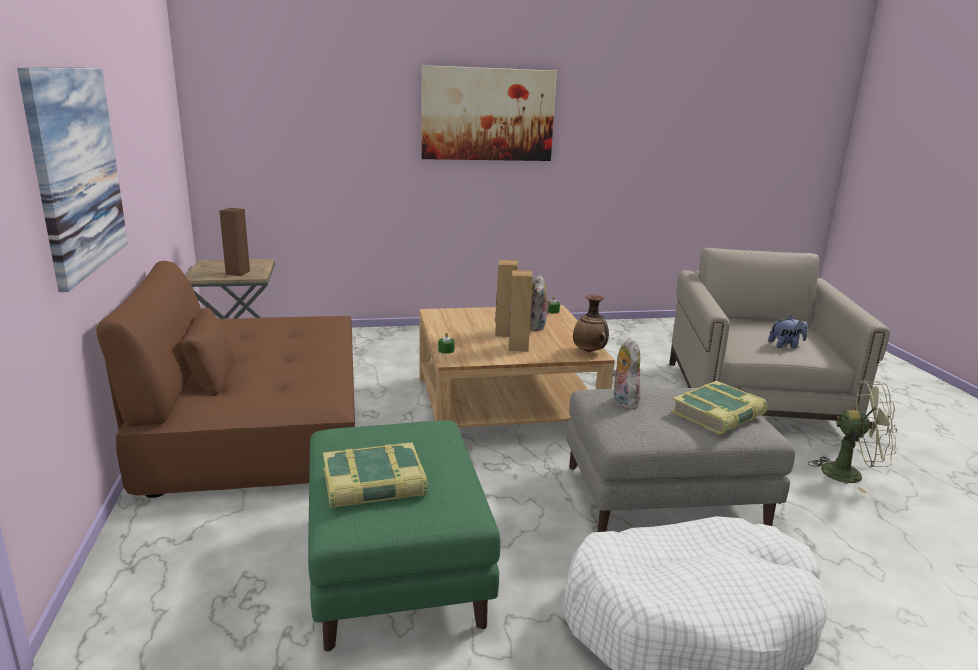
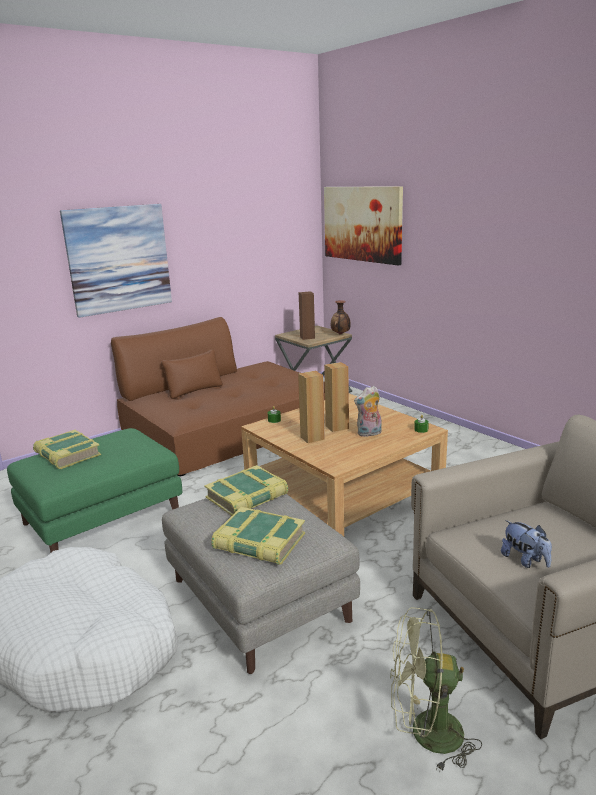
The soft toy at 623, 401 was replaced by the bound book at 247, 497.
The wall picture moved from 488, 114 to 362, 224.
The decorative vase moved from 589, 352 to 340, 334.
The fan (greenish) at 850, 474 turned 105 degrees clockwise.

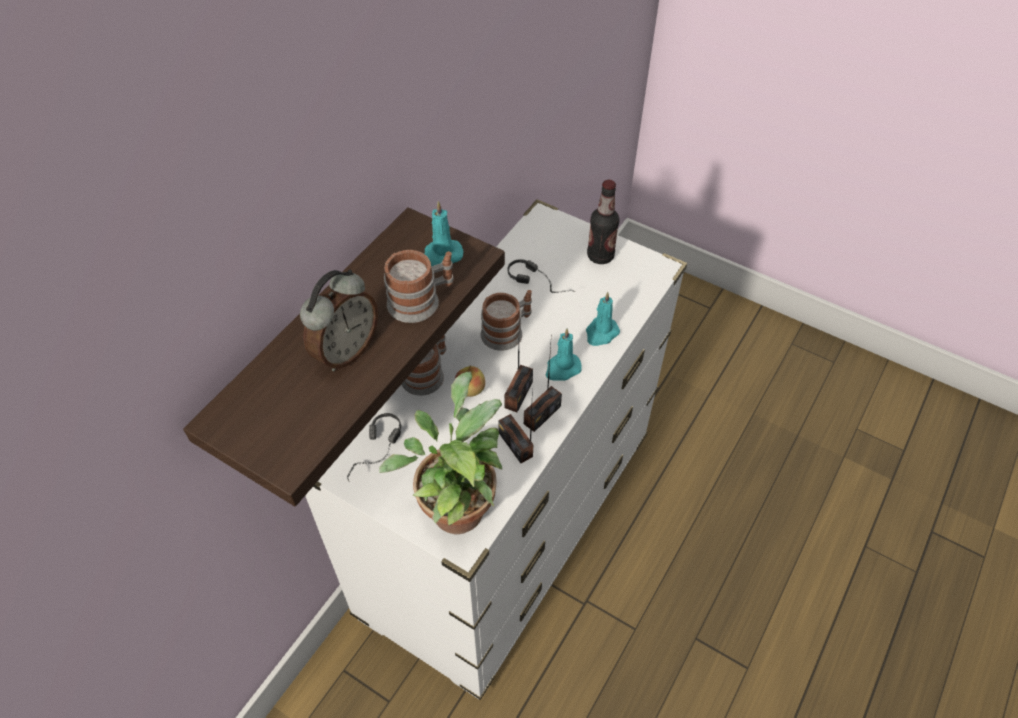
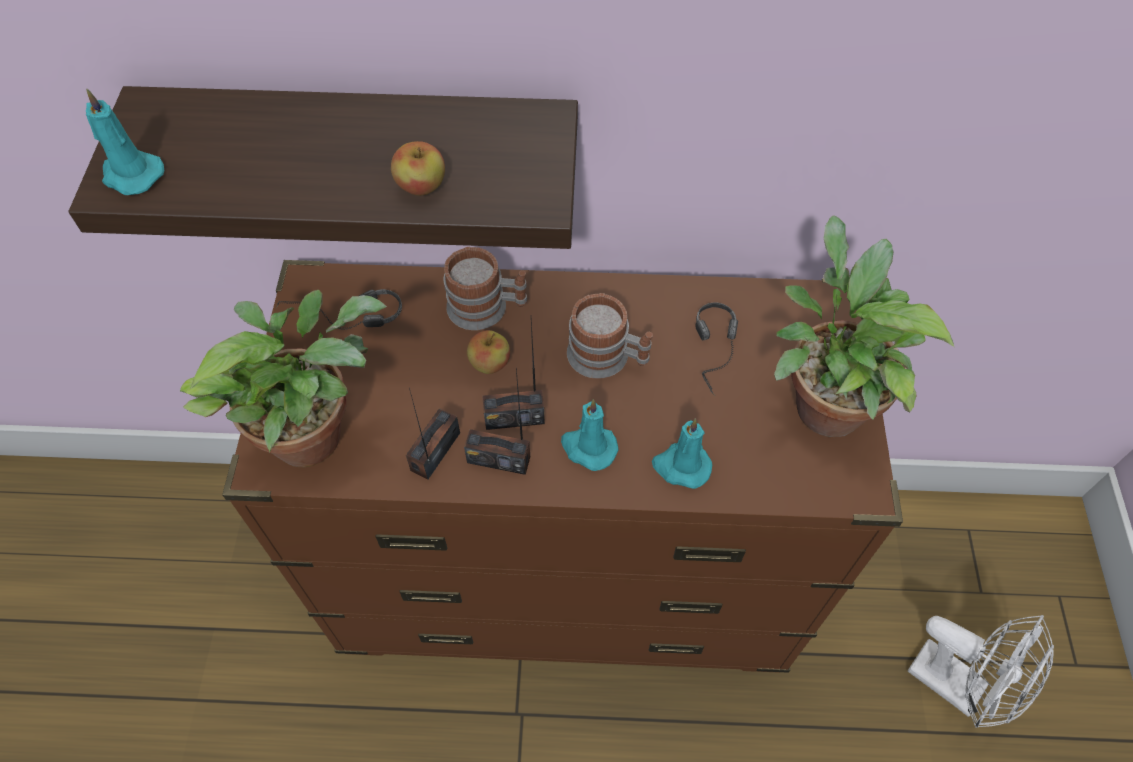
The wax candle (turquoise) moved from 441, 256 to 131, 174.
The dresser (whitish) at 508, 525 became the dresser (brown) at 566, 574.
The mug at 421, 300 was replaced by the apple fruit at 421, 186.
The drink bottle at 600, 256 was replaced by the plant in a pot at 821, 402.
The fan (whitish) at 958, 686 appeared.
The bedside clock at 345, 351 disappeared.

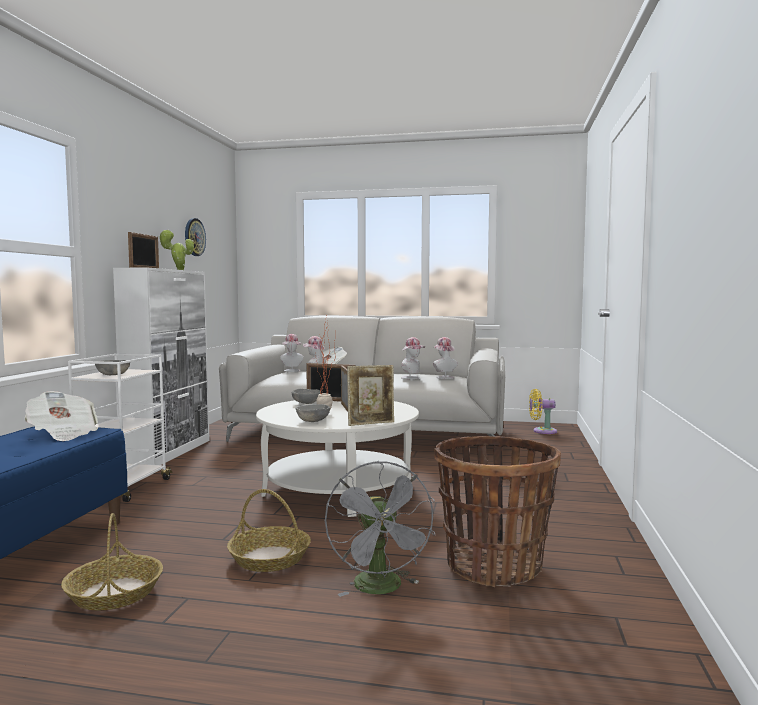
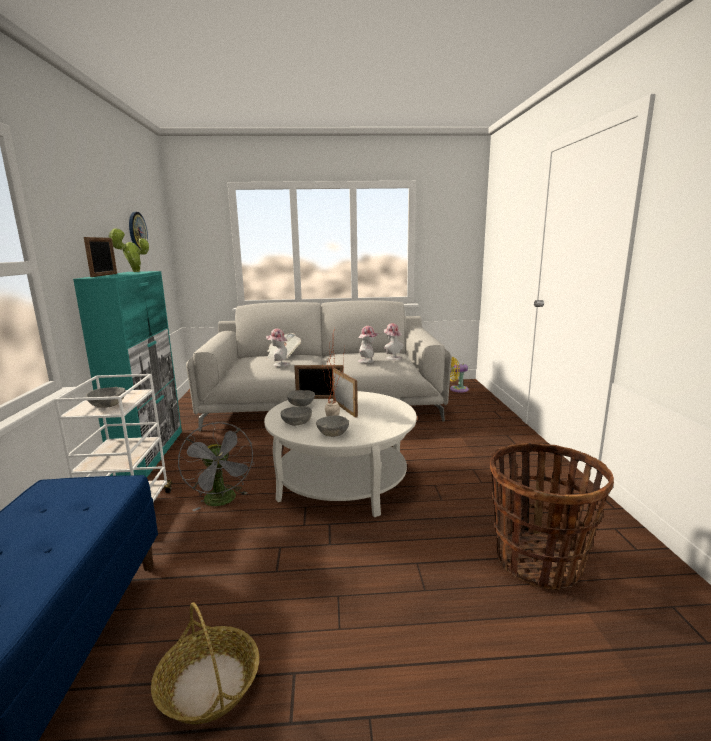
The storage cabinet (whitish) at 169, 452 became the storage cabinet (turquoise) at 150, 452.
The fan (gray) moved from 381, 589 to 222, 501.
The bowl (gray) at 297, 423 appeared.
The printed paper at 63, 434 disappeared.
The basket at 269, 558 disappeared.
The clothing hat at 292, 371 disappeared.
The photo frame at 371, 423 disappeared.

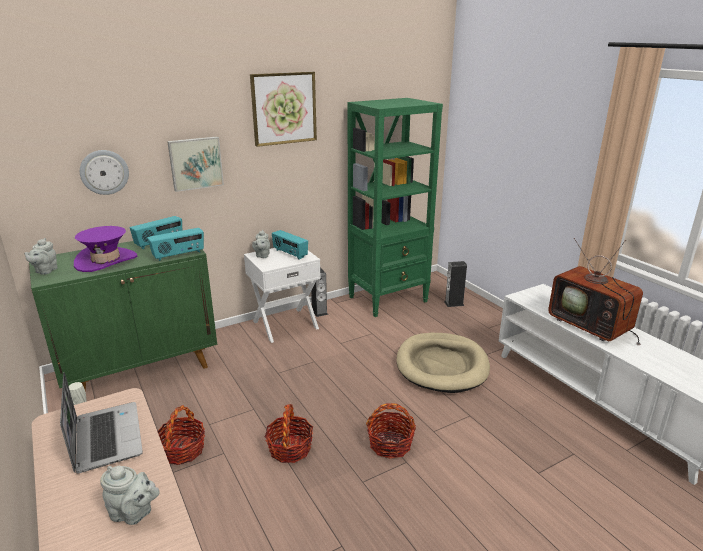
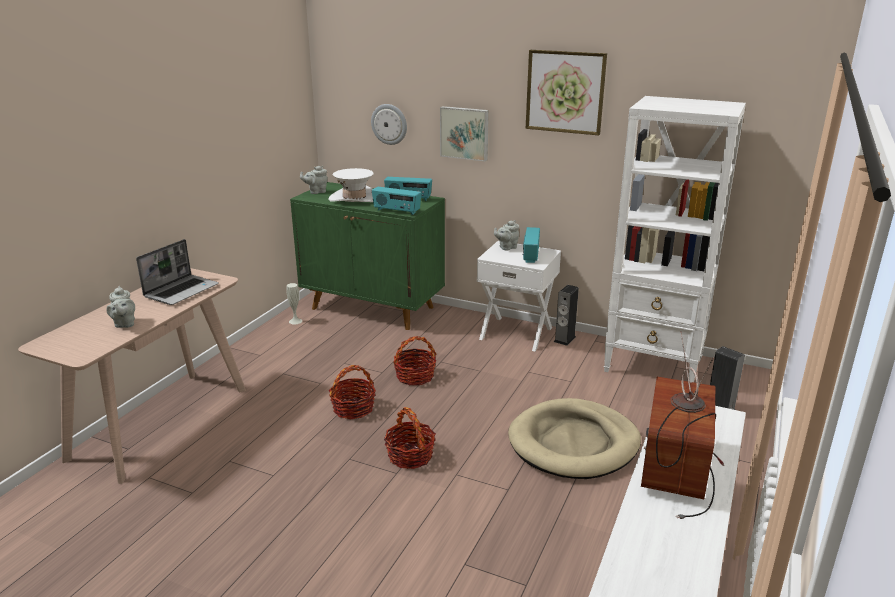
The clothing hat (purple-coloured) at 106, 261 became the clothing hat (whitish) at 354, 198.
The basket moved from 182, 450 to 415, 376.
The shelving unit (greenish) at 388, 299 became the shelving unit (whitish) at 654, 365.

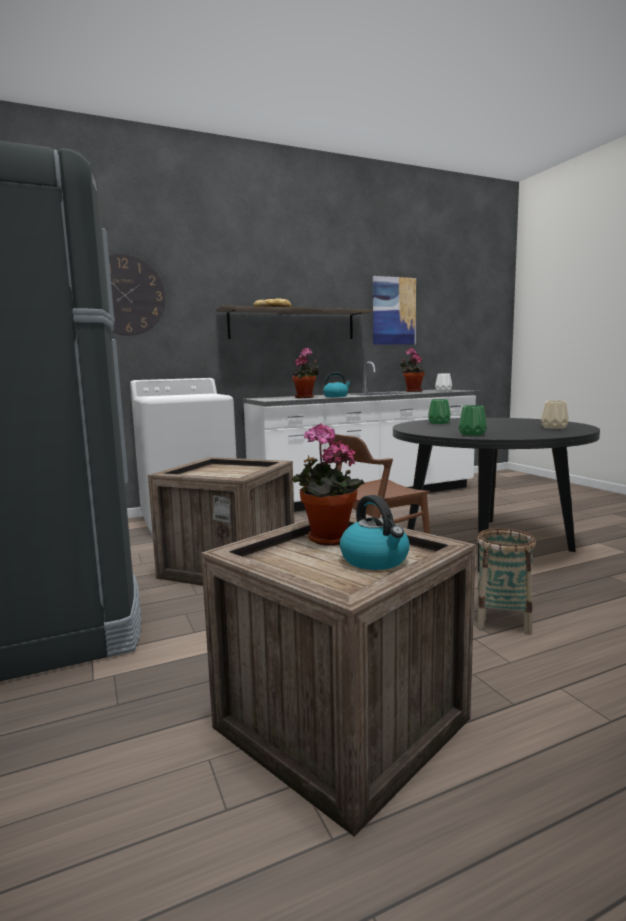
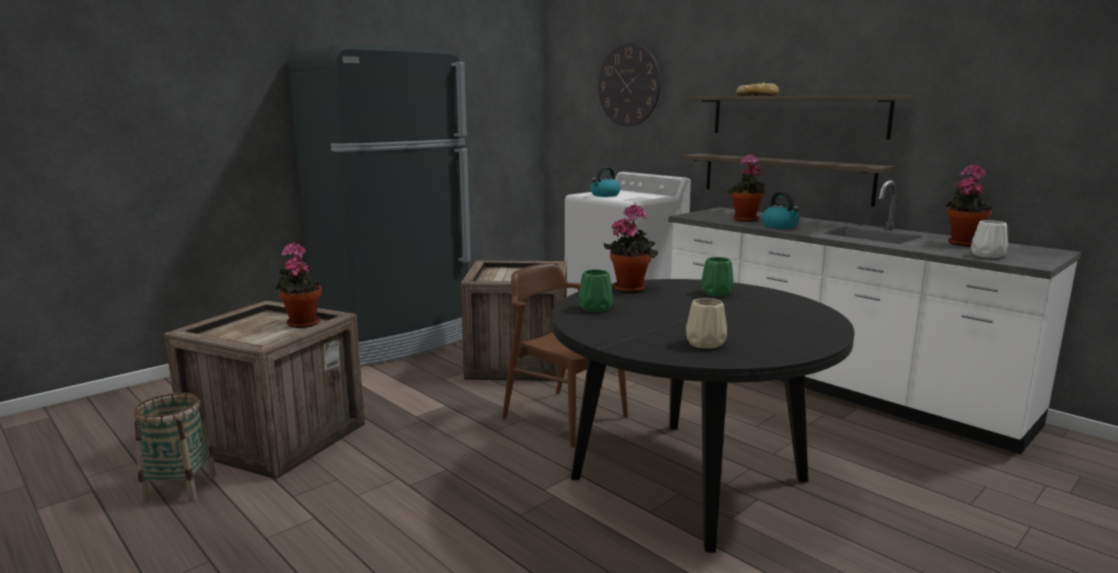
The basket moved from 502, 620 to 180, 488.
The water kettle moved from 375, 560 to 605, 195.
The plant in a pot at 630, 288 appeared.
The shelf at 784, 178 appeared.
The wall picture at 394, 311 disappeared.

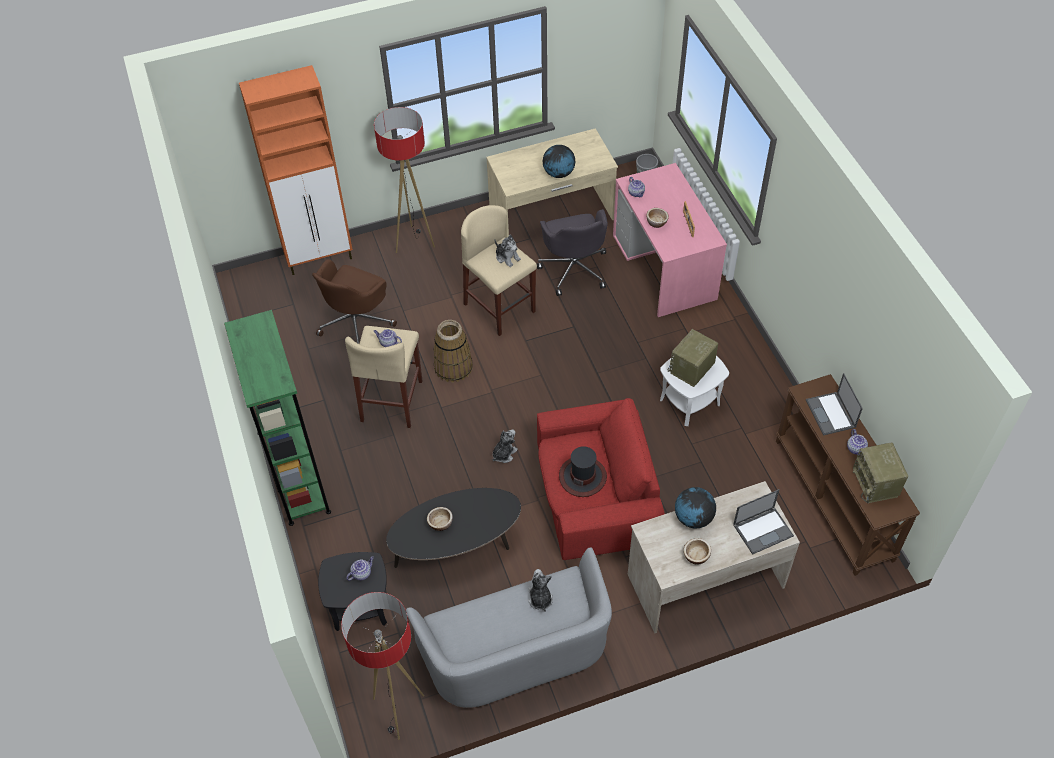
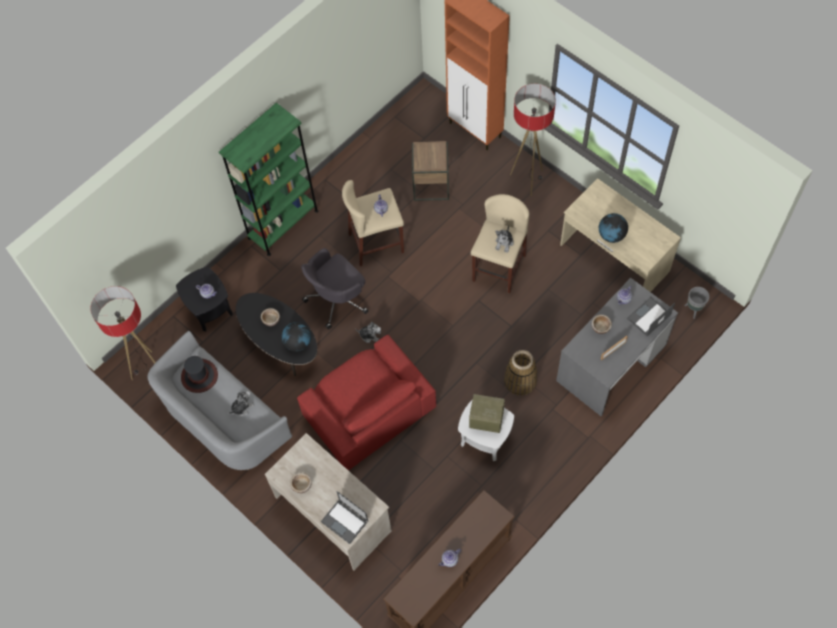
The clothing hat moved from 582, 476 to 199, 376.
The globe moved from 693, 518 to 298, 343.
The office chair (gray) moved from 574, 269 to 337, 299.
The office chair (brown) at 356, 322 was replaced by the side table (brown) at 431, 185.
The basket moved from 453, 367 to 520, 380.
The desk unit (pink-coloured) at 664, 267 became the desk unit (gray) at 611, 363.
The portable computer moved from 831, 414 to 648, 317.
The radio receiver at 876, 484 disappeared.

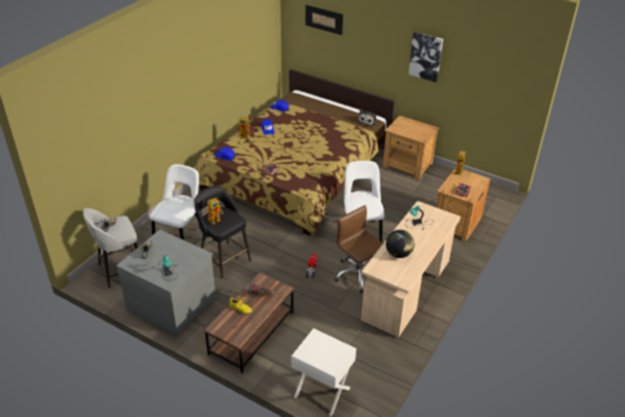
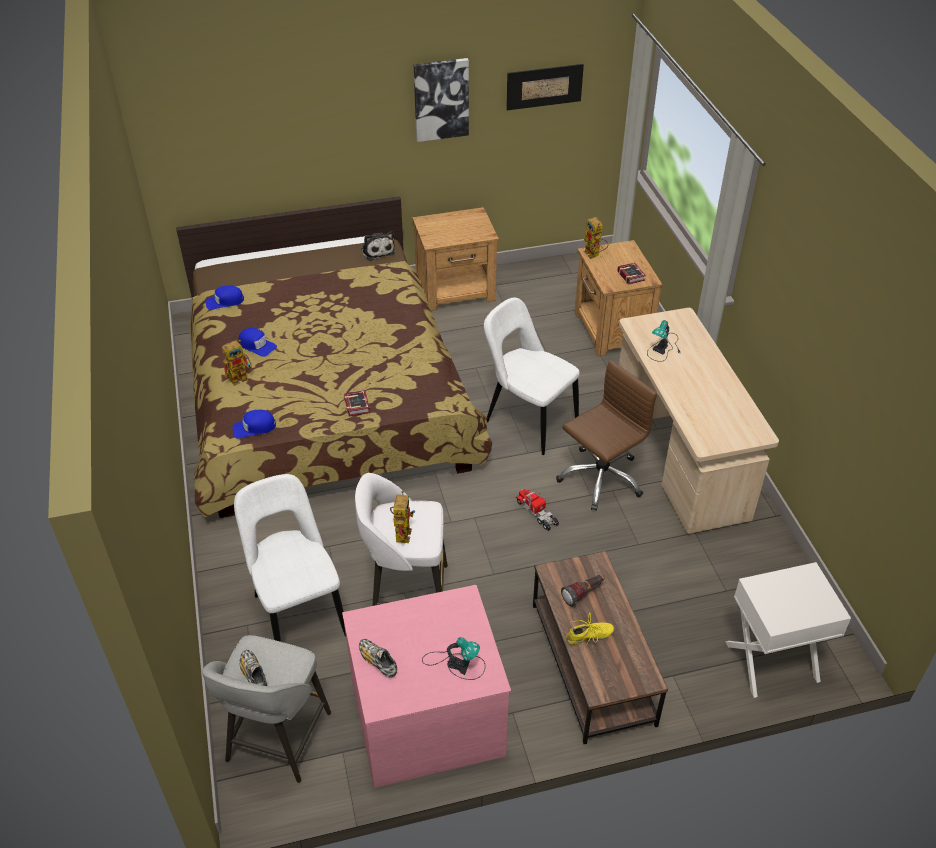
The dresser (gray) at 172, 301 became the dresser (pink-coloured) at 426, 715.
The stool (black-coloured) at 224, 259 became the stool (whitish) at 406, 592.
The wall picture moved from 324, 19 to 544, 86.
The office chair (brown) at 358, 274 turned 135 degrees clockwise.
The globe at 398, 254 disappeared.

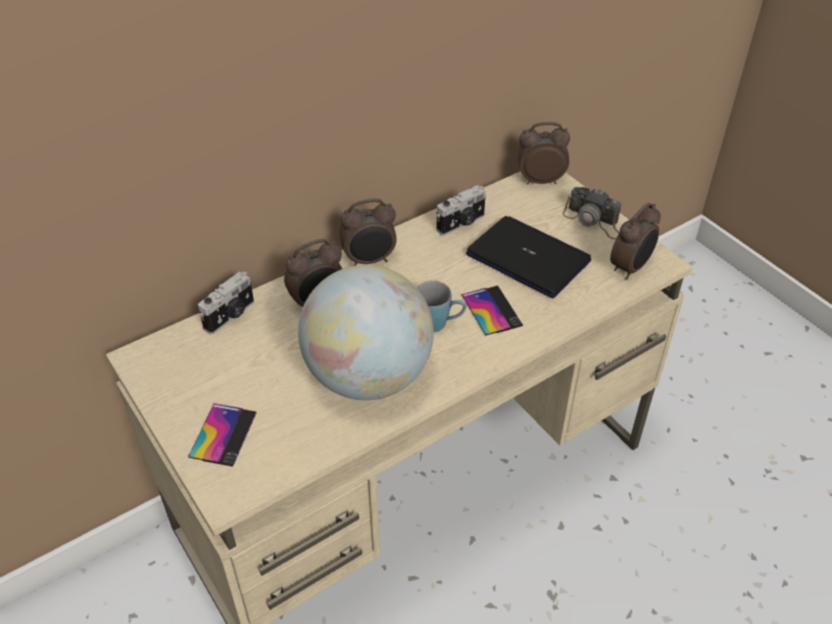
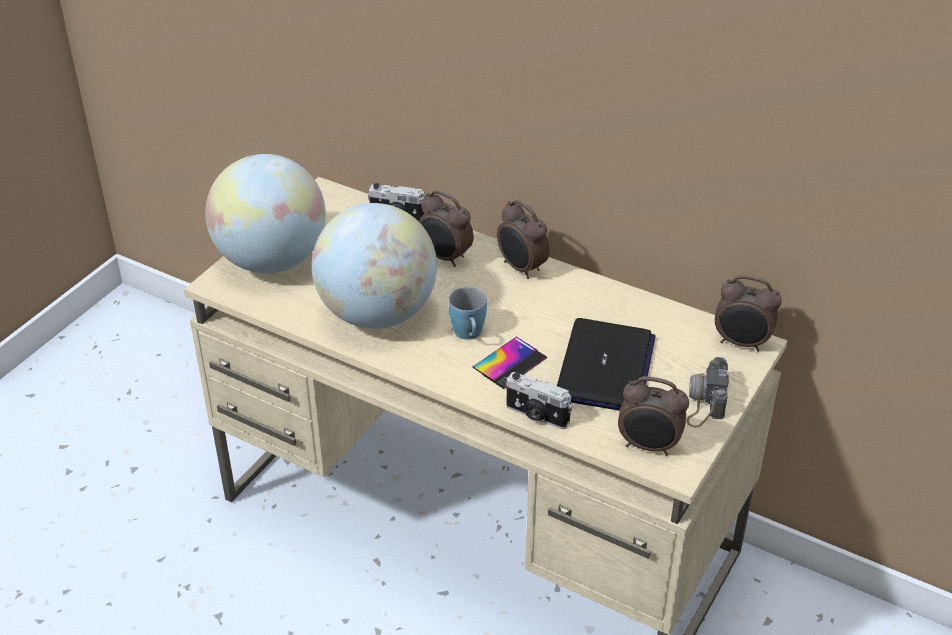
The phone at 223, 434 was replaced by the globe at 272, 260.
The photo camera moved from 461, 223 to 536, 415.
The bedside clock at 540, 180 turned 135 degrees clockwise.

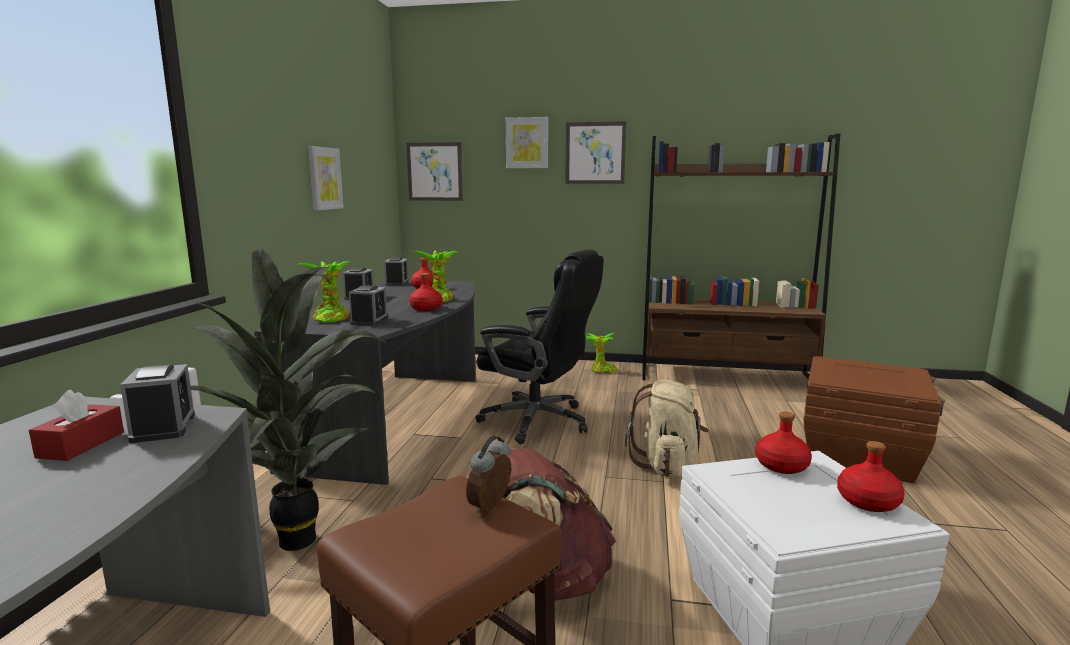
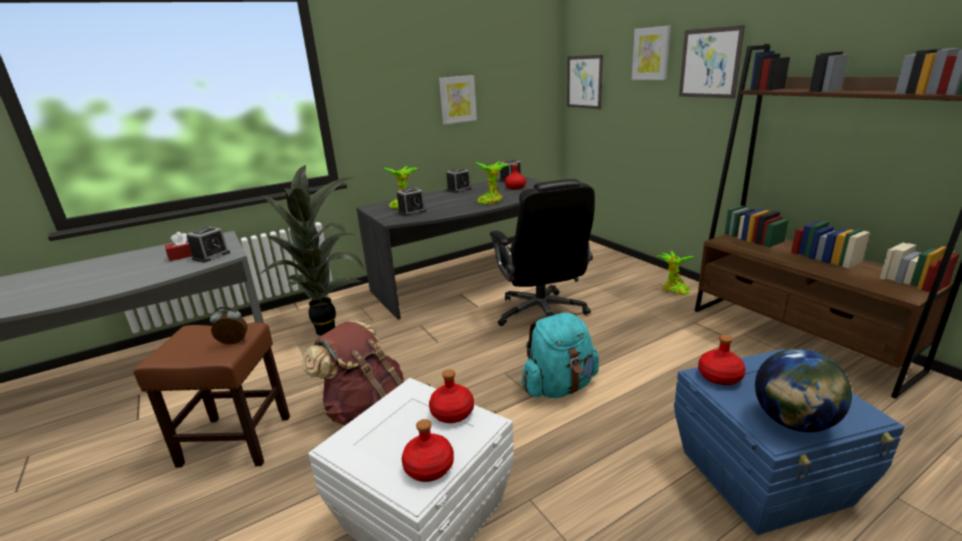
The knapsack (sand-coloured) at 667, 465 became the knapsack (turquoise) at 559, 387.
The storage bin (brown) at 860, 454 became the storage bin (blue) at 764, 477.
The drink bottle (red-coloured) moved from 426, 308 to 719, 376.
The globe at 793, 422 appeared.

